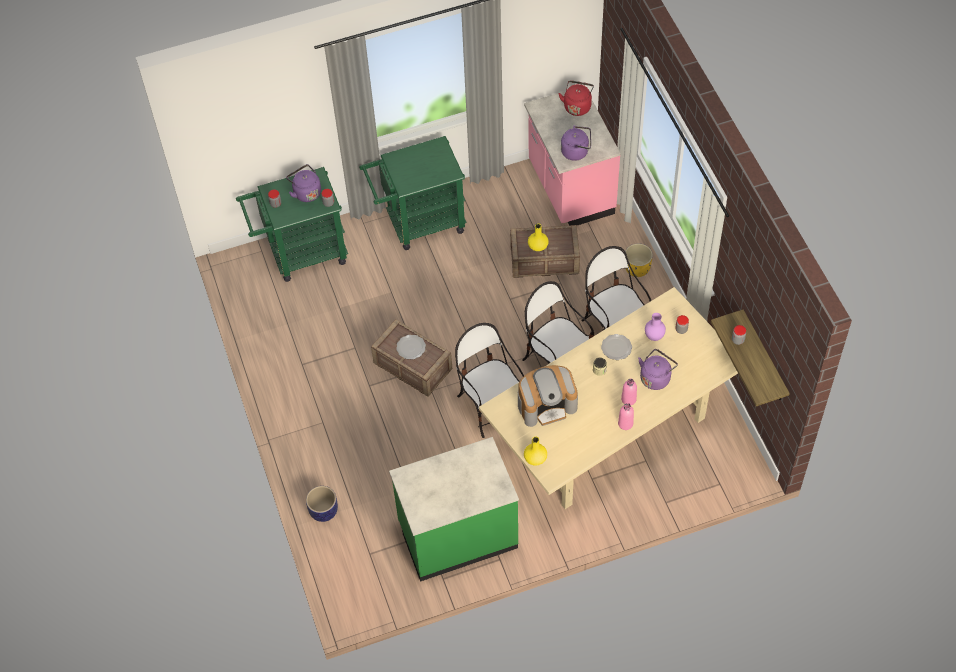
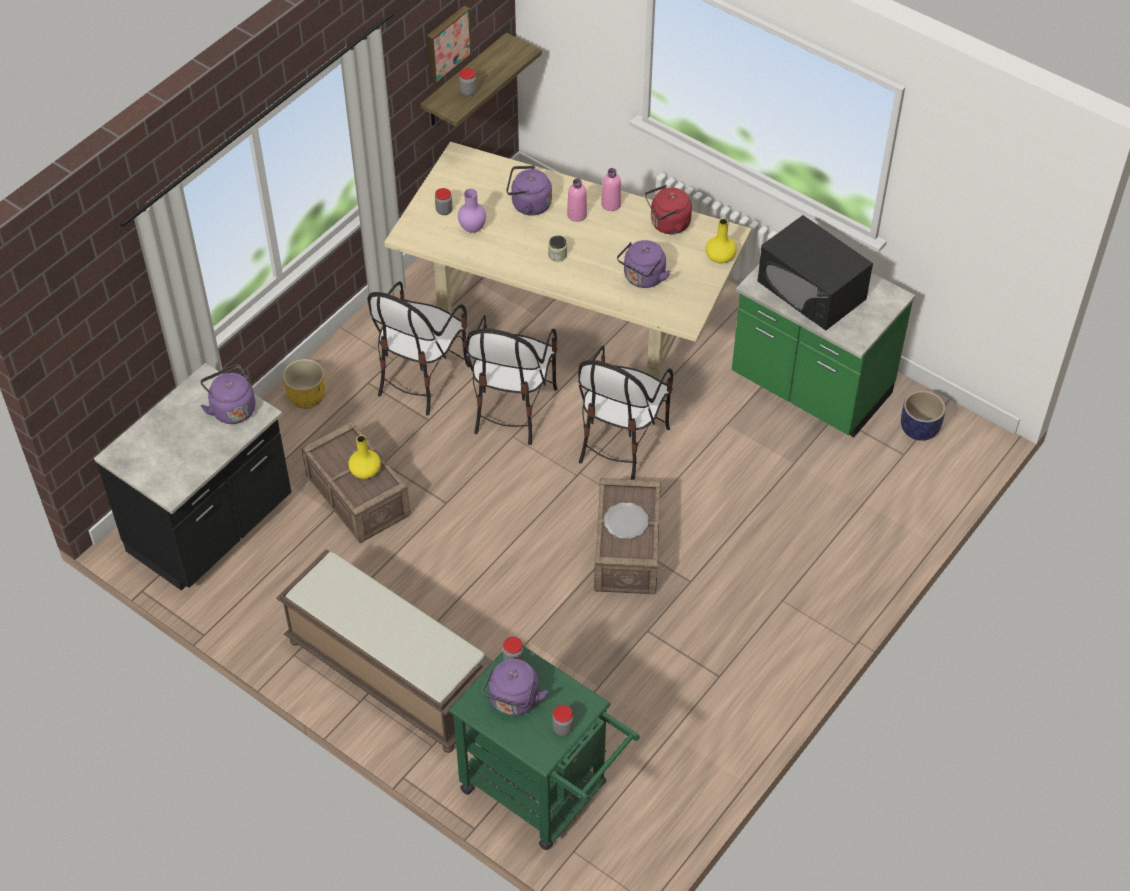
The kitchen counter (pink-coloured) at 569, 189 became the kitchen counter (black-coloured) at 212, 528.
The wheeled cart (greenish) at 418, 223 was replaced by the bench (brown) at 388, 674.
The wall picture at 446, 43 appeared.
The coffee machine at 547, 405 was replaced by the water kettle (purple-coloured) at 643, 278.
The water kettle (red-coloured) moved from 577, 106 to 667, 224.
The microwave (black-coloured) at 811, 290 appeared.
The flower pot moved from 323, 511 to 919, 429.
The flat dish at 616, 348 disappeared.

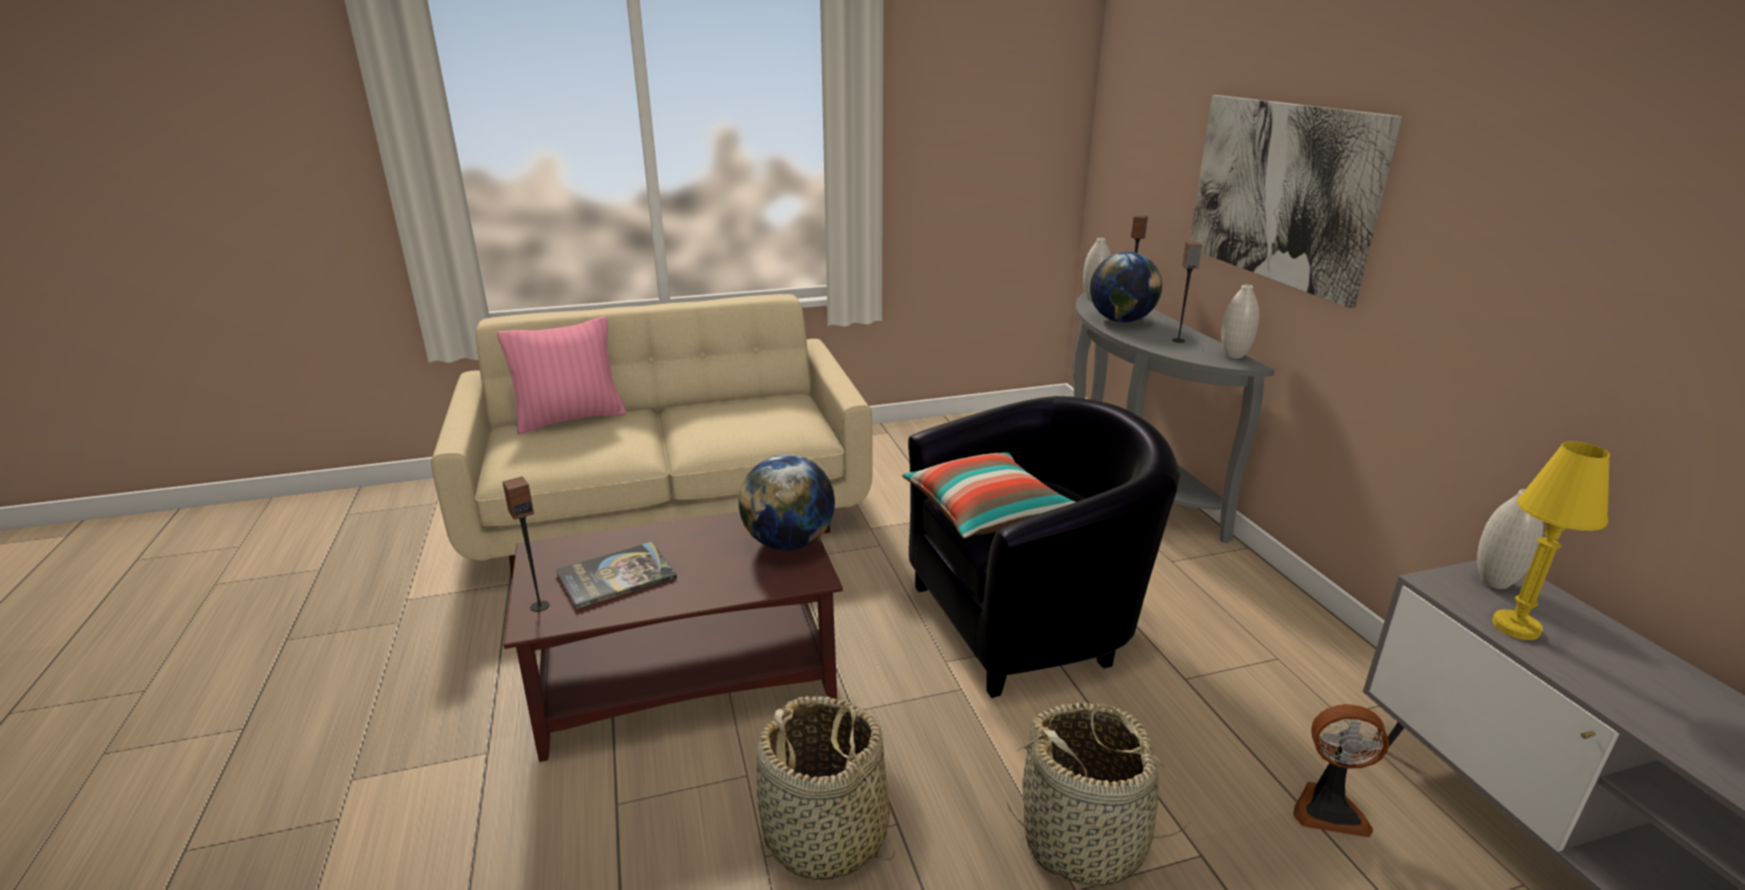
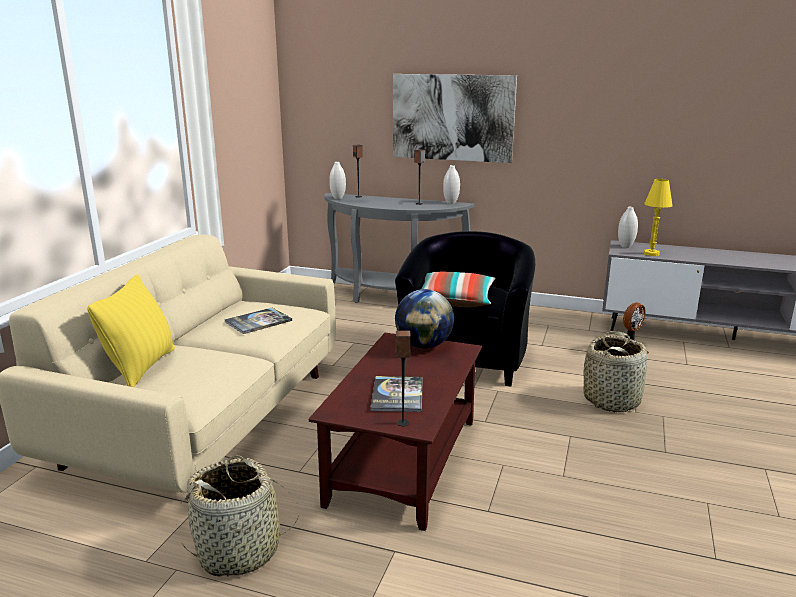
The throw pillow (pink-coloured) at 570, 419 became the throw pillow (yellow) at 141, 367.
The basket moved from 826, 835 to 240, 551.
The bound book at 258, 321 appeared.
The globe at 1121, 320 disappeared.

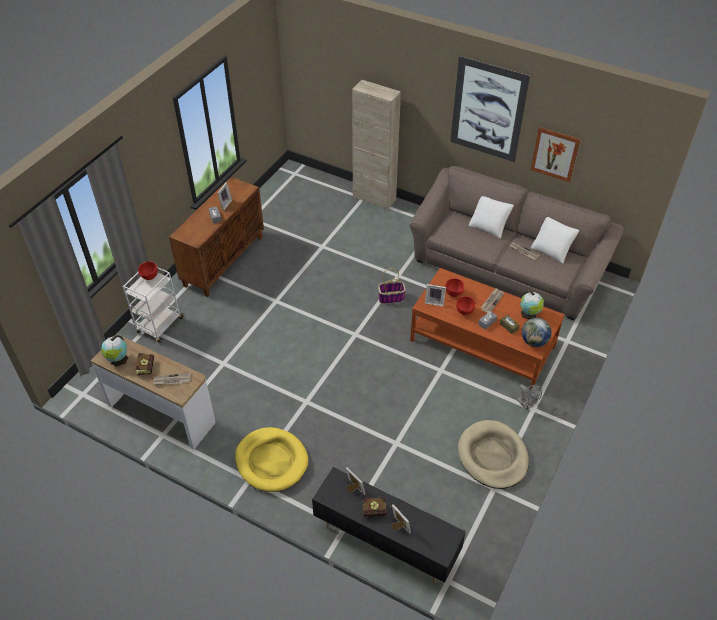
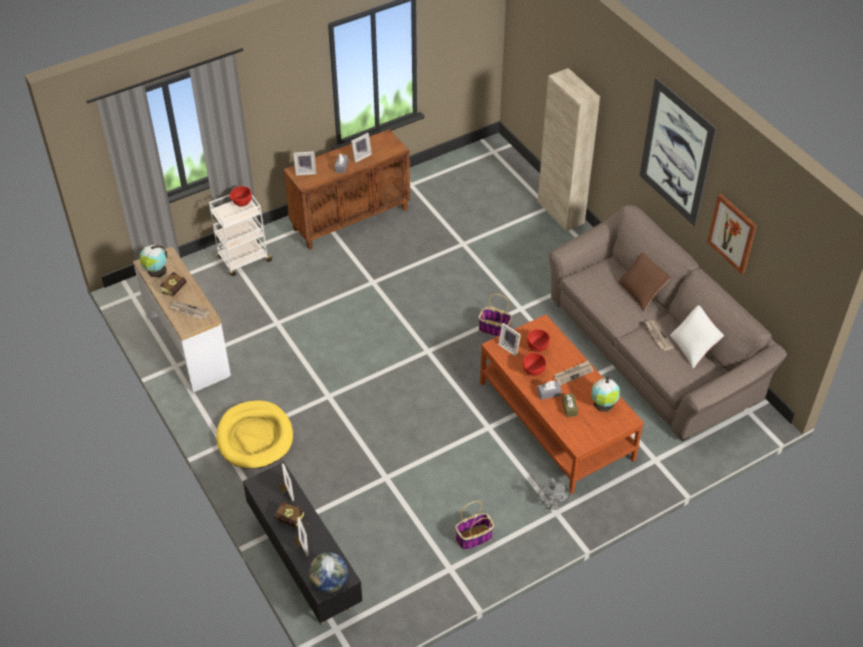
The photo frame at 305, 172 appeared.
The globe moved from 534, 342 to 329, 583.
The pet bed (sand-coloured) at 492, 456 was replaced by the basket at 473, 538.
The throw pillow (whitish) at 489, 226 became the throw pillow (brown) at 641, 292.

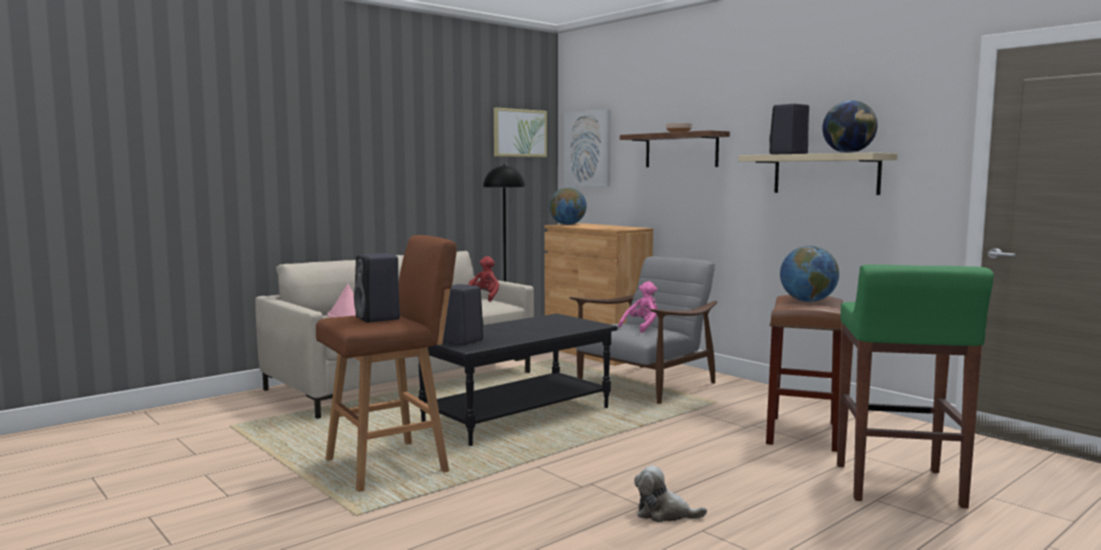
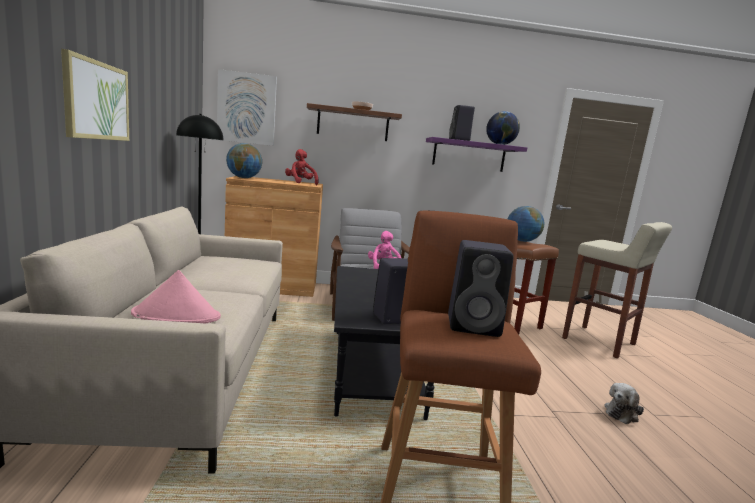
The wall picture moved from 519, 133 to 96, 100.
The soft toy (red-coloured) moved from 484, 298 to 300, 183.
The shelf (sand-coloured) at 825, 174 became the shelf (purple-coloured) at 469, 155.
The stool (greenish) at 898, 486 became the stool (sand-coloured) at 600, 342.

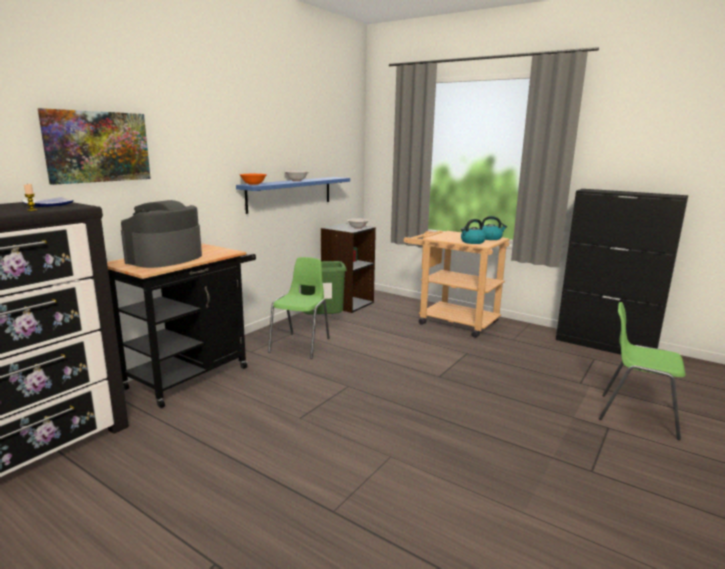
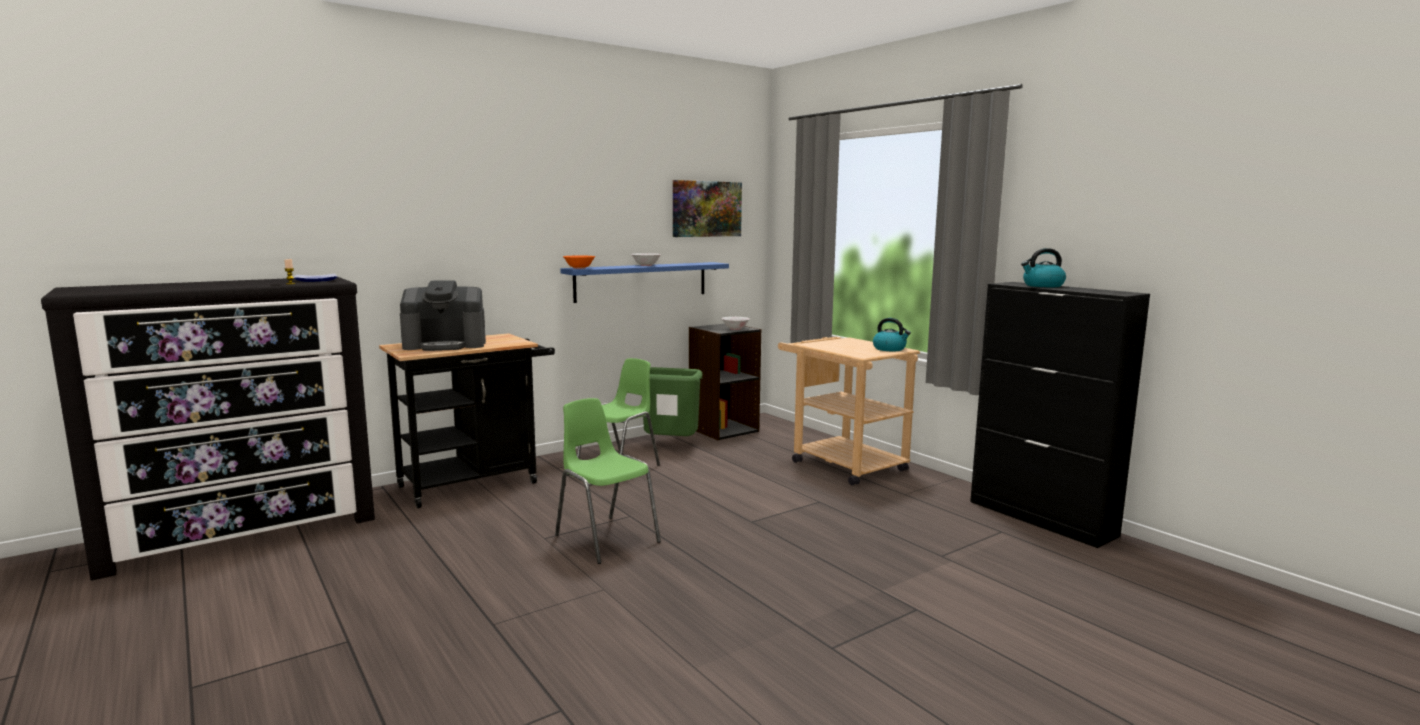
The coffee machine at 165, 258 turned 150 degrees counterclockwise.
The upright chair (greenish) moved from 637, 415 to 606, 538.
The wall picture moved from 97, 146 to 706, 209.
The water kettle moved from 472, 242 to 1042, 286.

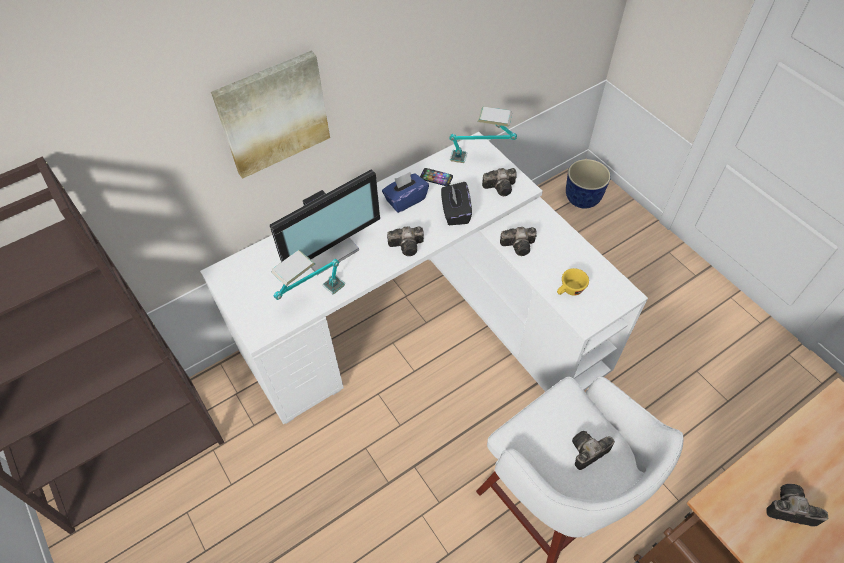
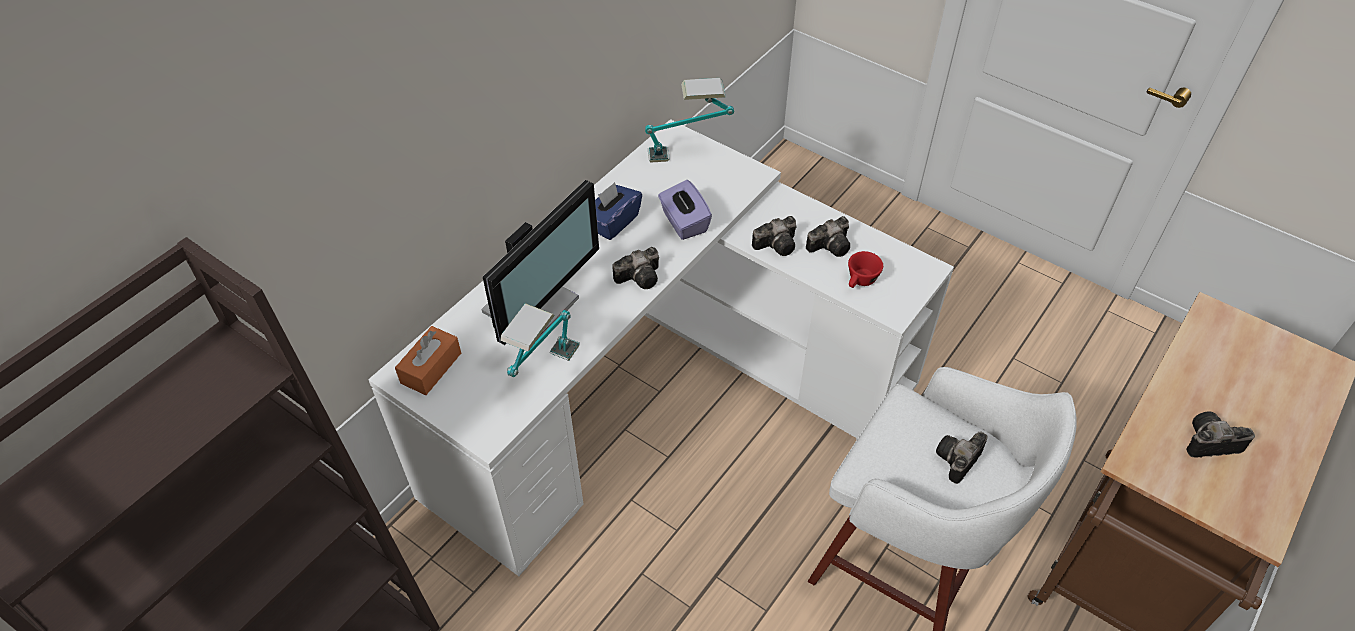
The tissue box (orange-coloured) at 431, 368 appeared.
The tissue box (black-coloured) at 455, 212 became the tissue box (purple-coloured) at 684, 223.
The photo camera moved from 501, 187 to 831, 245.
The small cup (yellow) at 569, 291 became the small cup (red-coloured) at 860, 282.
The wall picture at 273, 114 disappeared.
The phone at 436, 177 disappeared.
The flower pot at 583, 199 disappeared.

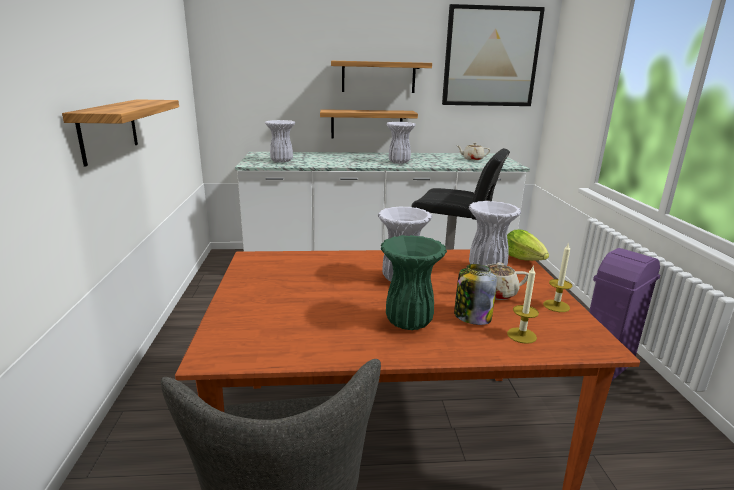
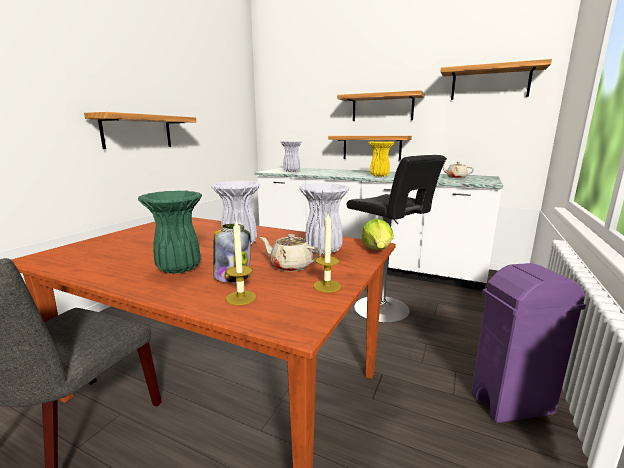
The decorative vase (whitish) at 398, 162 became the decorative vase (yellow) at 379, 175.
The wall picture at 490, 57 was replaced by the shelf at 490, 83.

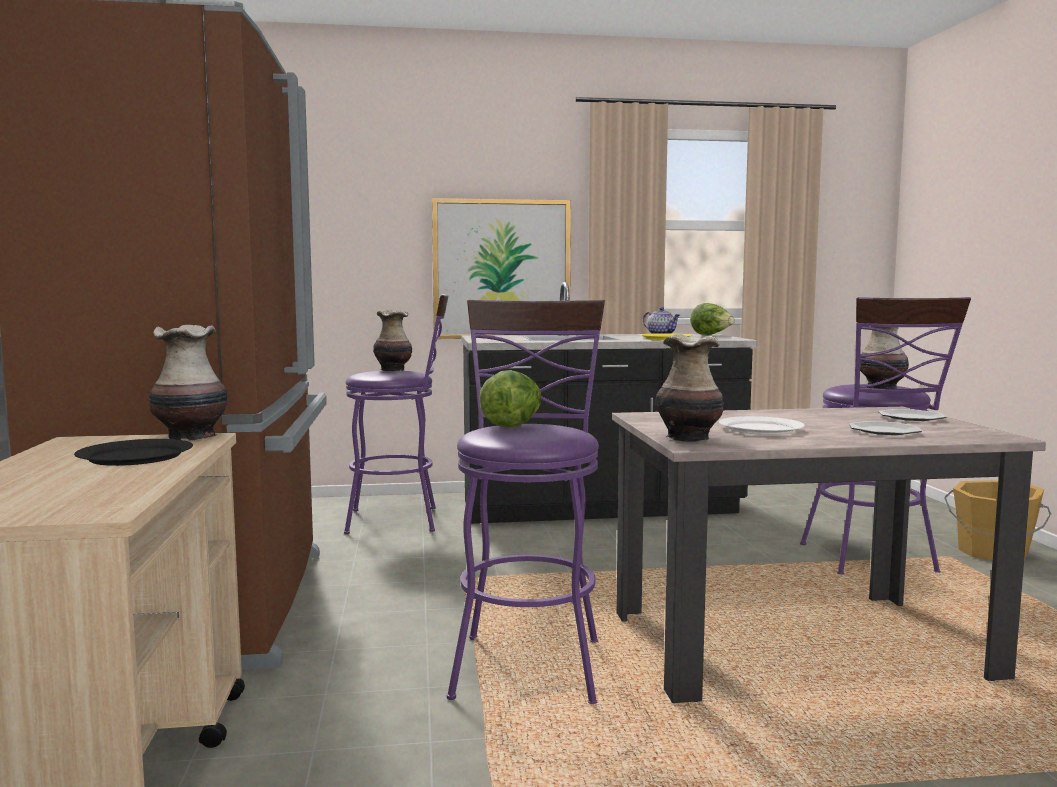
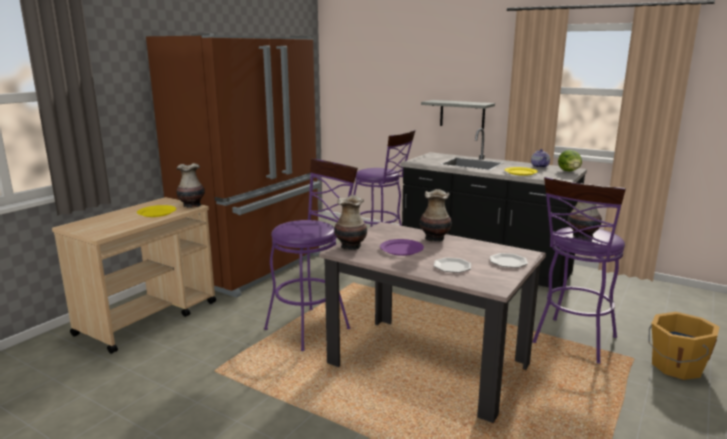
The flat dish (black-coloured) at 135, 456 became the flat dish (yellow) at 157, 212.
The flat dish (whitish) at 760, 429 became the flat dish (purple-coloured) at 402, 249.
The decorative vase moved from 393, 370 to 435, 238.
The wall picture at 501, 269 was replaced by the shelf (gray) at 462, 114.
The head of lettuce at 512, 425 disappeared.

